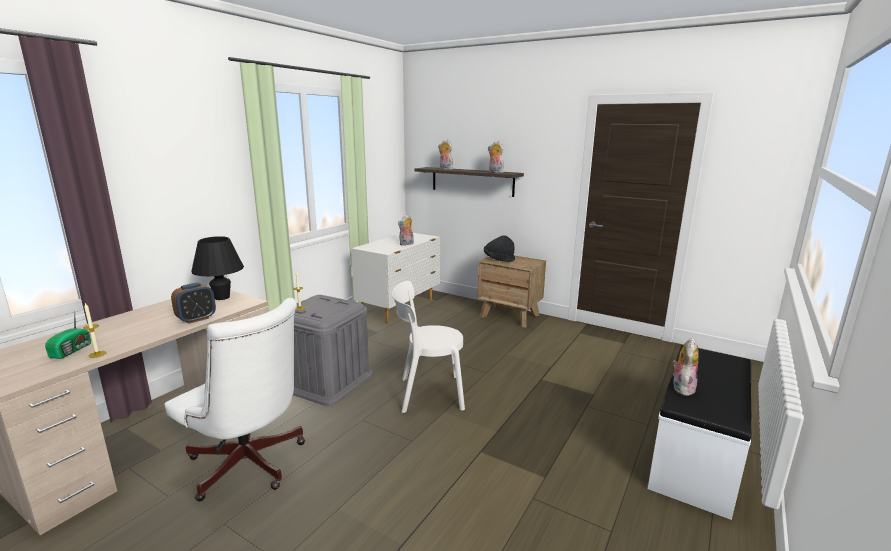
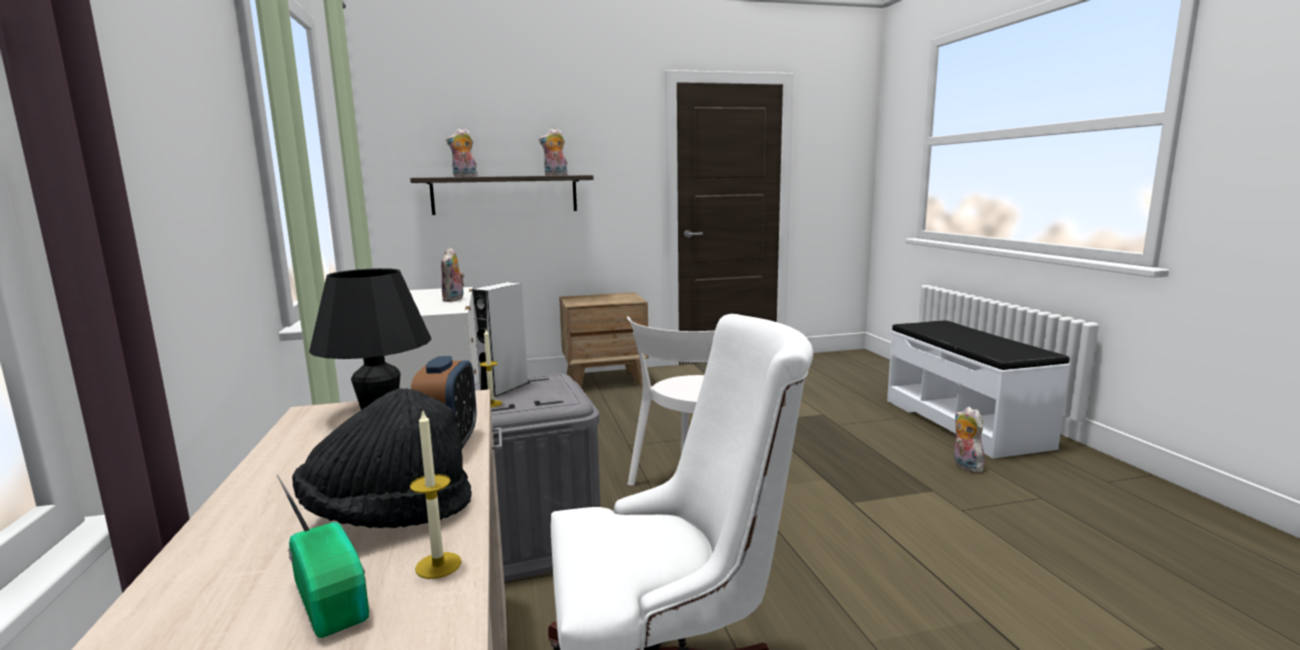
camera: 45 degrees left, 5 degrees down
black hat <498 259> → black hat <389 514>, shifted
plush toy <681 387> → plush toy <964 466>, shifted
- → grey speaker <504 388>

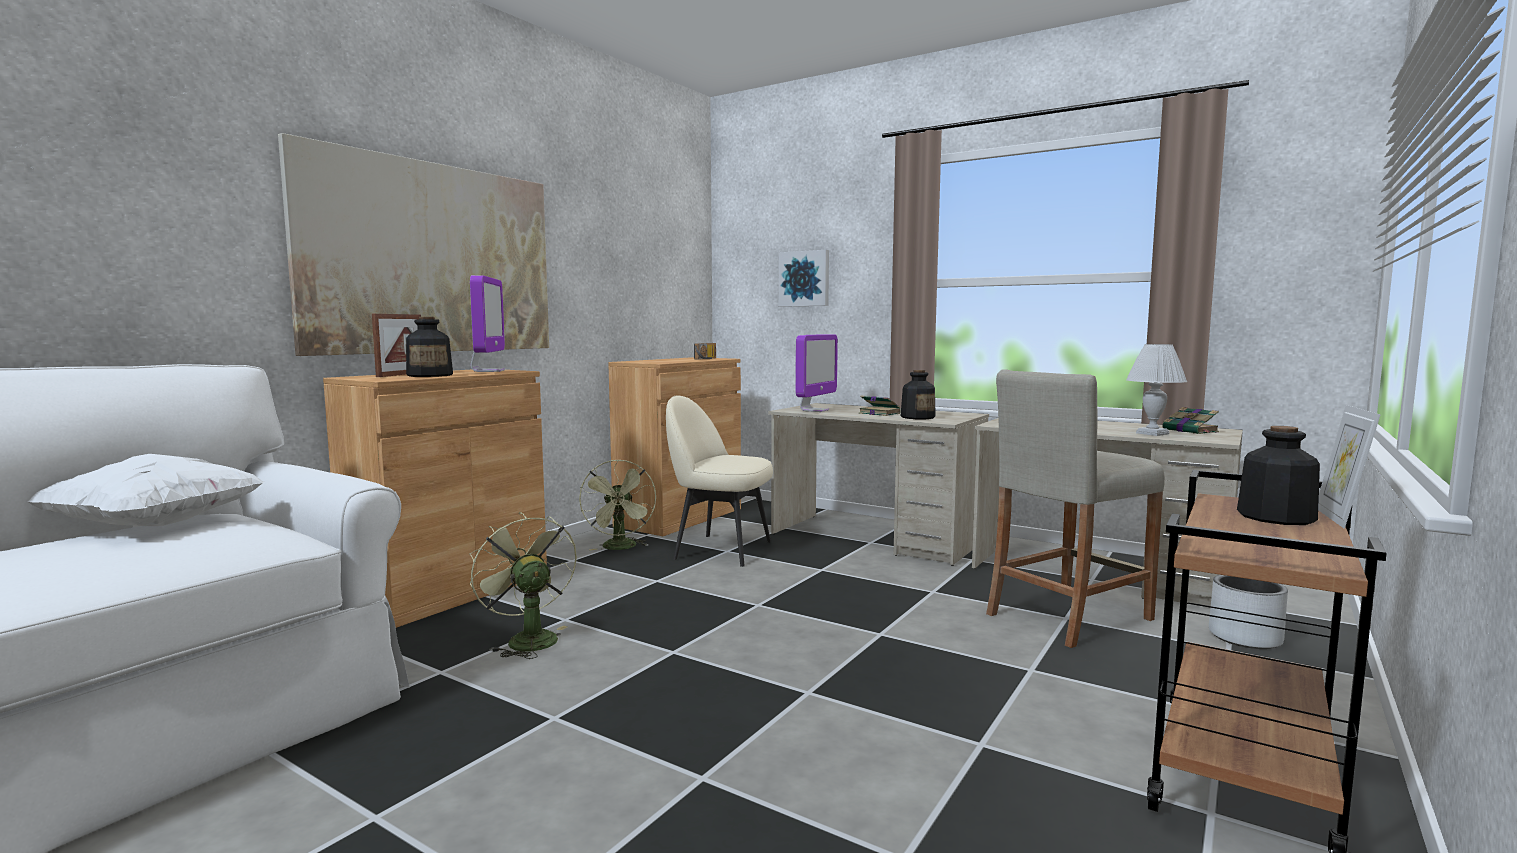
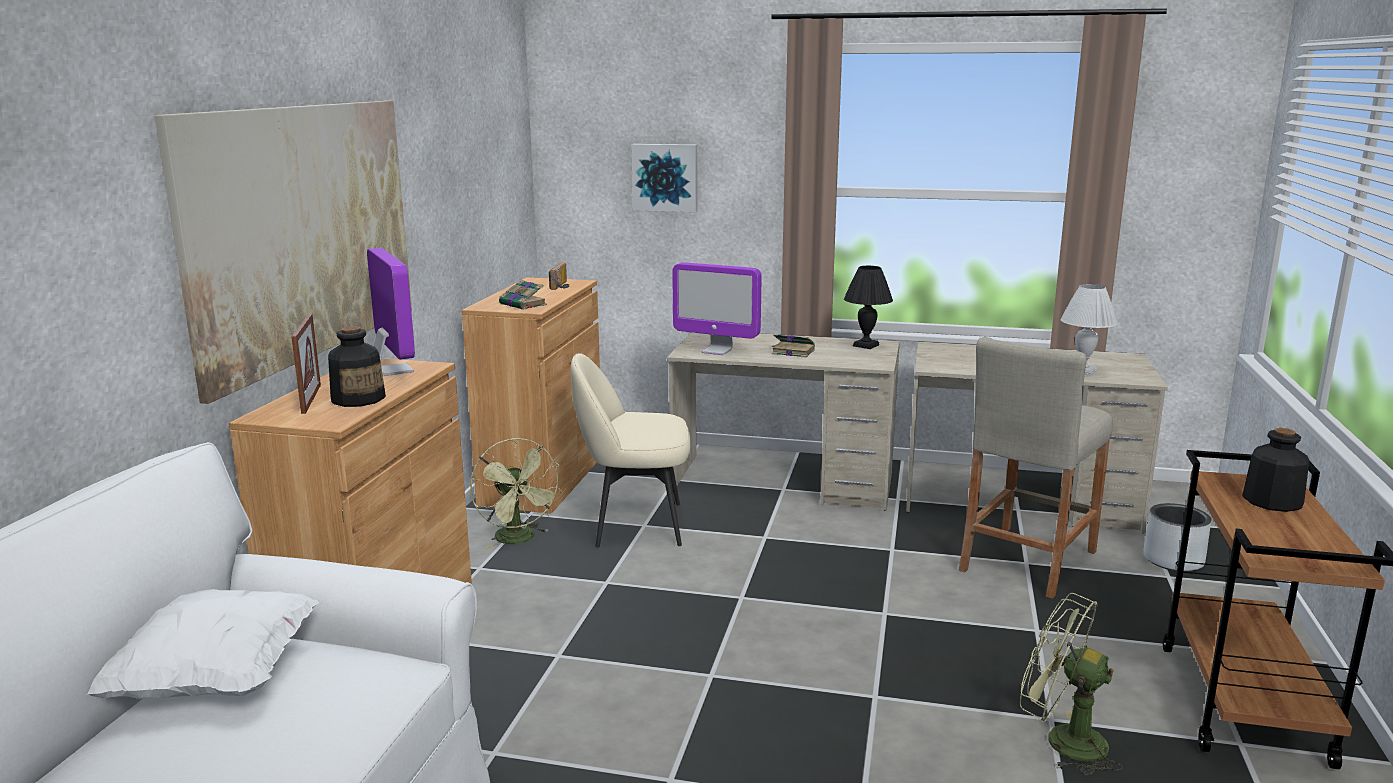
camera: 20 degrees left, 10 degrees up
green fan <527 639> → green fan <1062 741>, shifted
monitor <814 410> → monitor <717 351>, 105 degrees clockwise
bottle <917 417> → -
book <1191 431> → book <523 304>, shifted
picture frame <1339 518> → -
- → black table lamp <865 345>

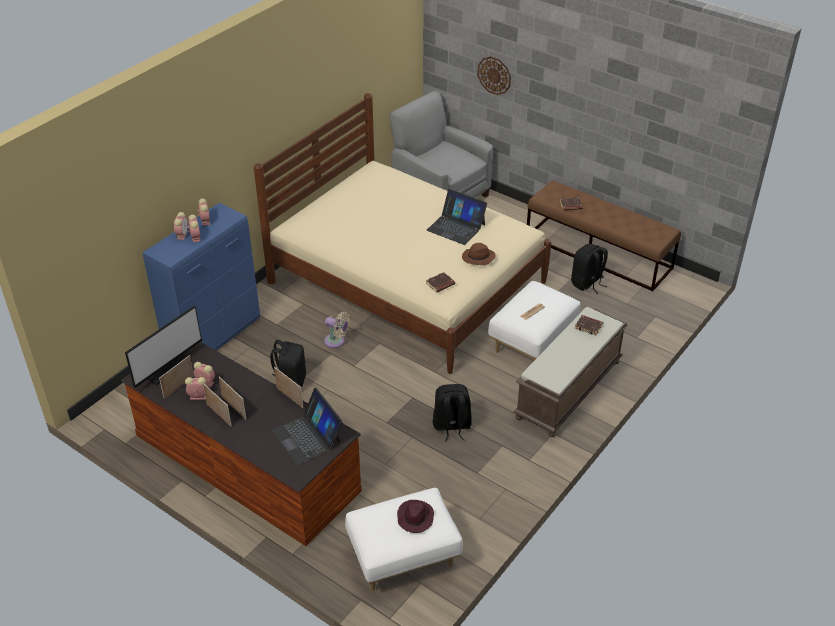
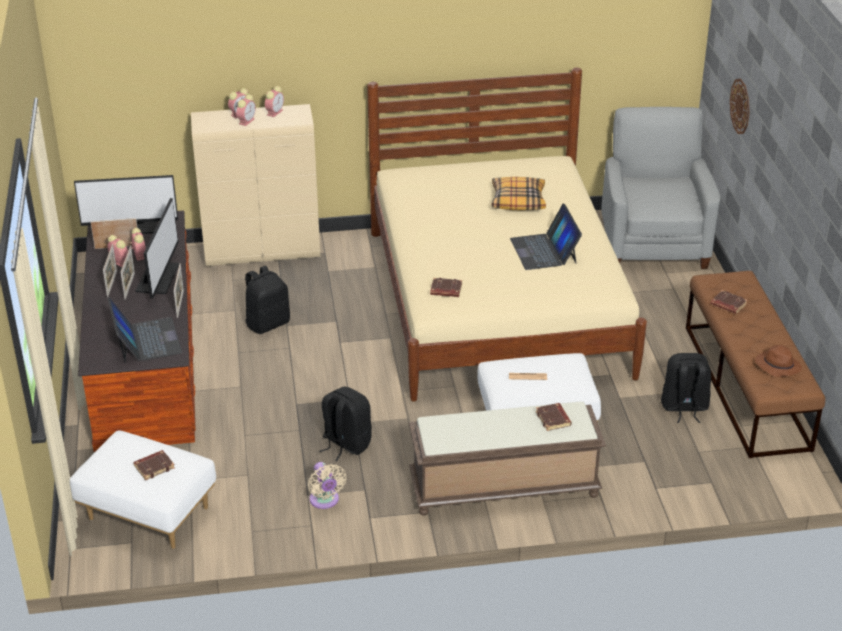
camera: 45 degrees right, 5 degrees down
blue cabinet <214 337> → beige cabinet <263 252>
laptop <307 436> → laptop <146 340>, 150 degrees clockwise
beige fan <336 341> → beige fan <325 501>, shifted
purple hat <415 517> → brown book <154 467>
brown hat <478 258> → brown hat <777 366>, shifted
- → monitor <158 278>
- → pillow <518 200>

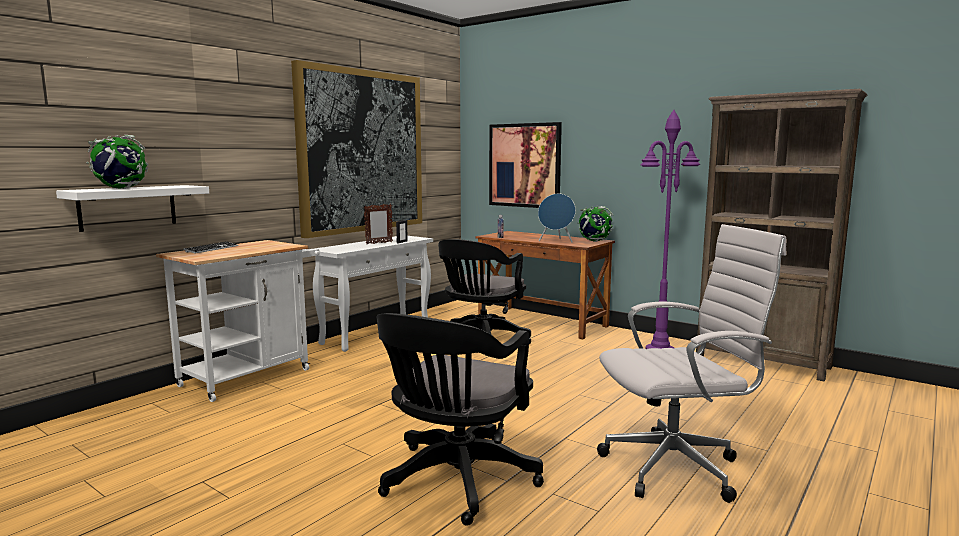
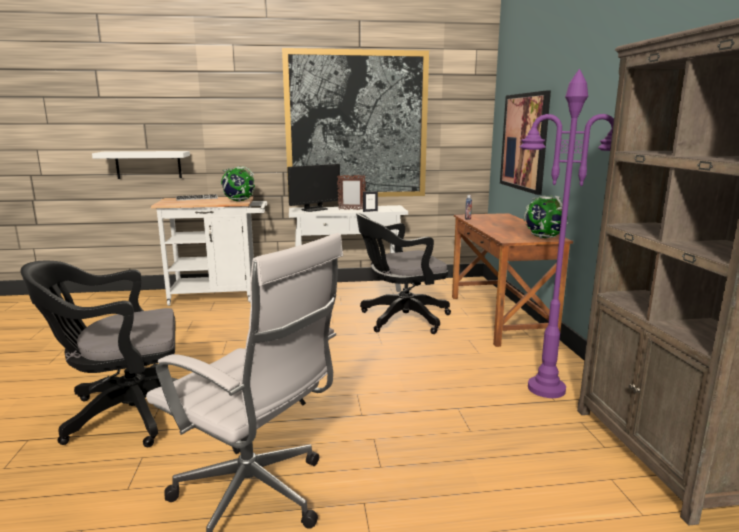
camera: 45 degrees right, 5 degrees up
globe <121 188> → globe <239 201>, shifted
blue speaker <556 241> → -
- → monitor <314 209>

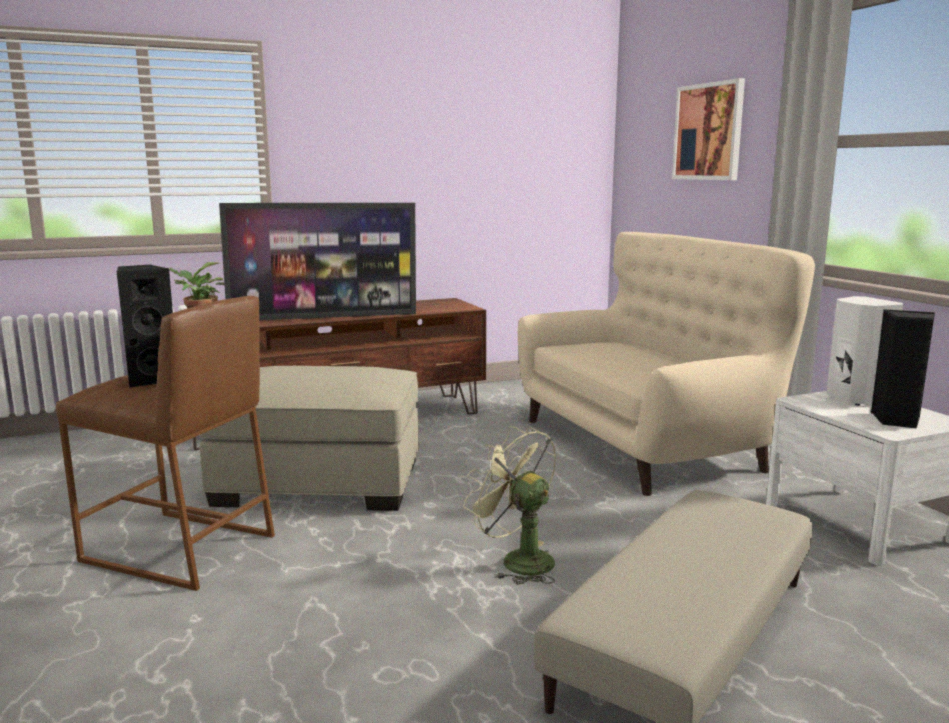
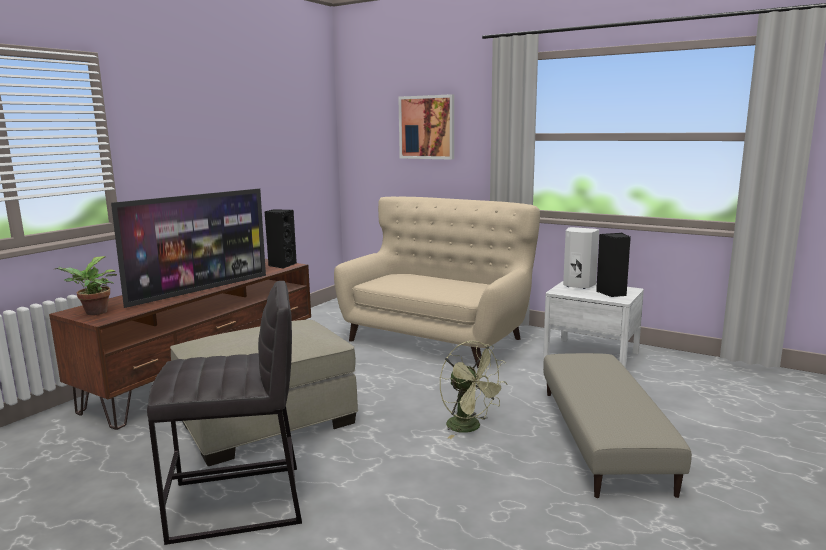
camera: 35 degrees left, 0 degrees up
brown stool <179 549> → grey stool <238 503>
black speaker <151 379> → black speaker <282 265>, shifted
green fan <517 560> → green fan <470 428>, 135 degrees counterclockwise

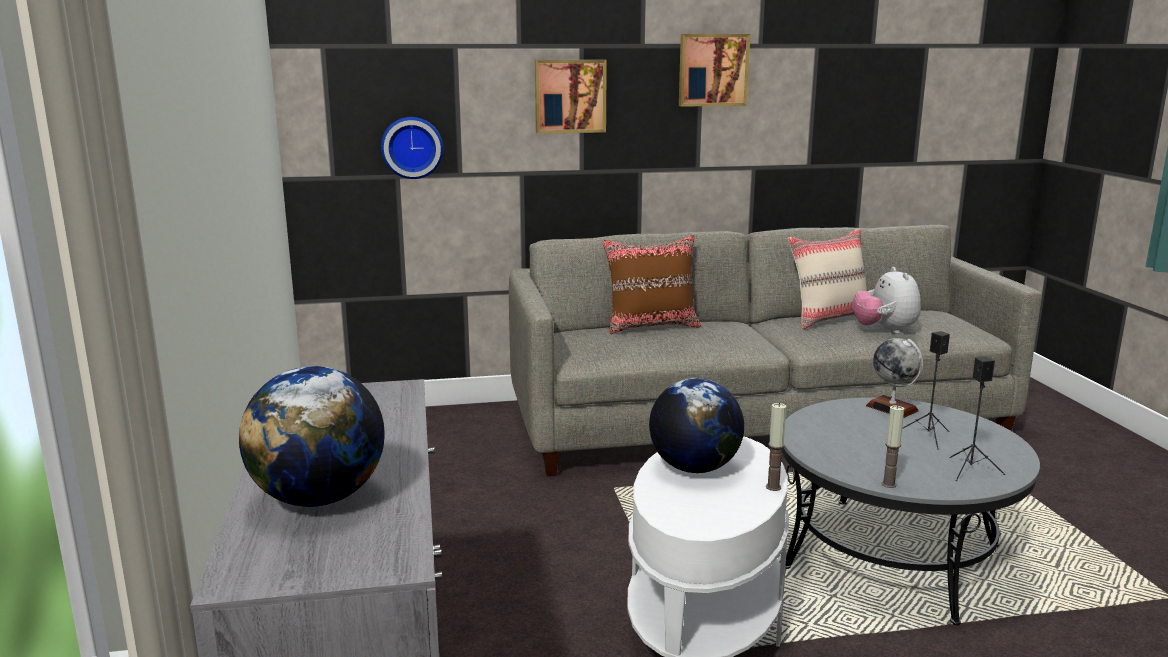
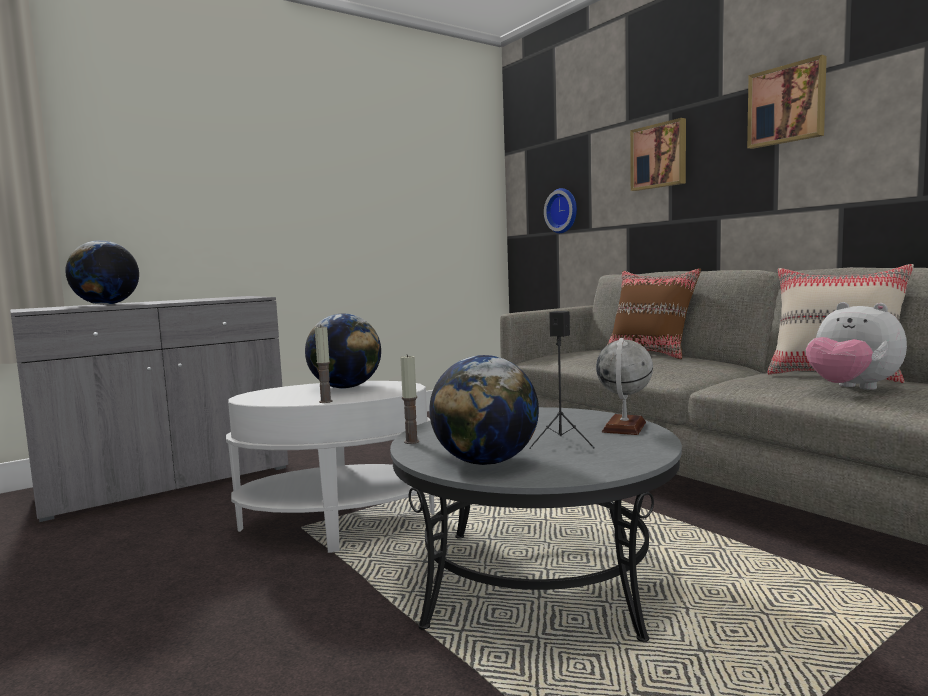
camera: 65 degrees right, 10 degrees down
plush toy <884 331> → plush toy <851 389>, 90 degrees counterclockwise
black speaker <971 470> → globe <486 462>

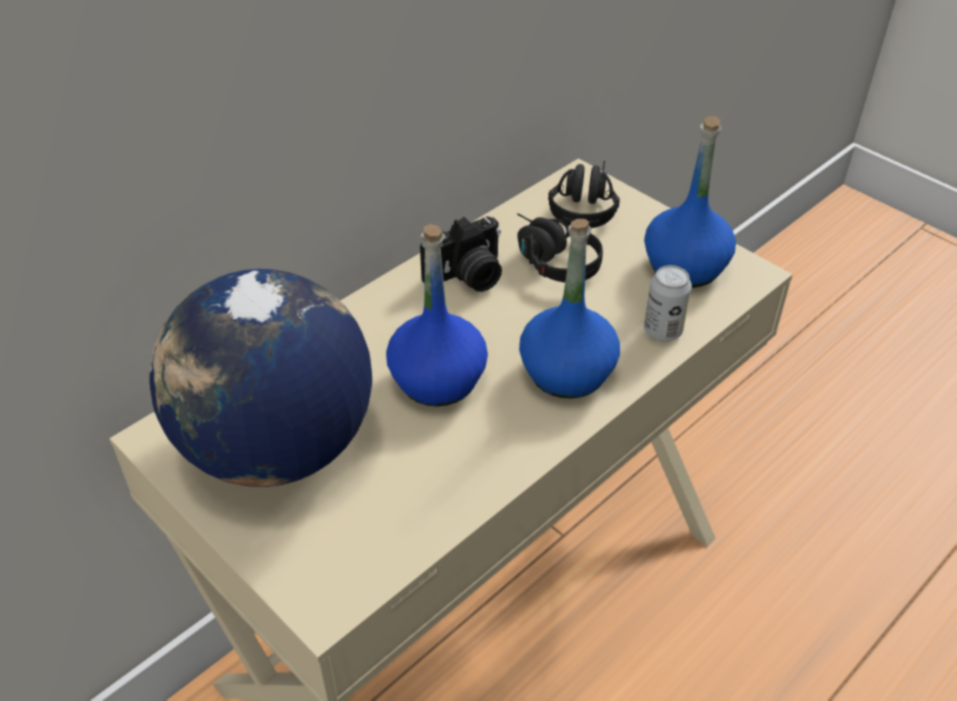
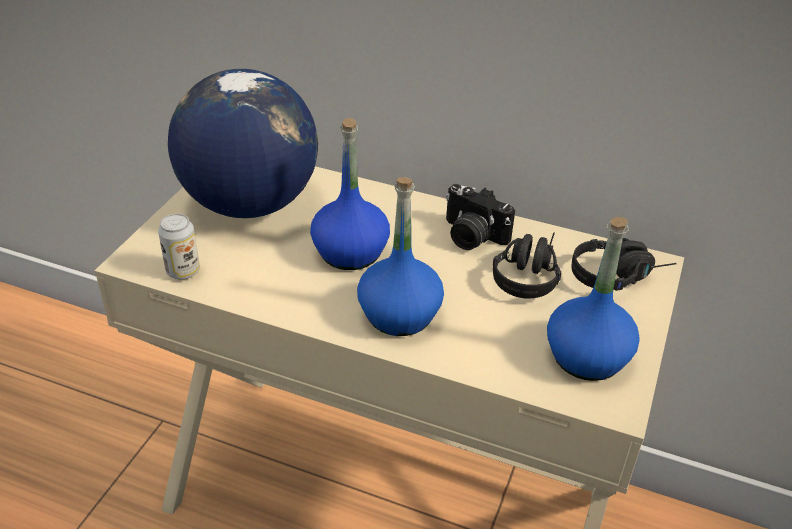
camera: 65 degrees right, 5 degrees down
can <663 331> → can <183 271>, shifted

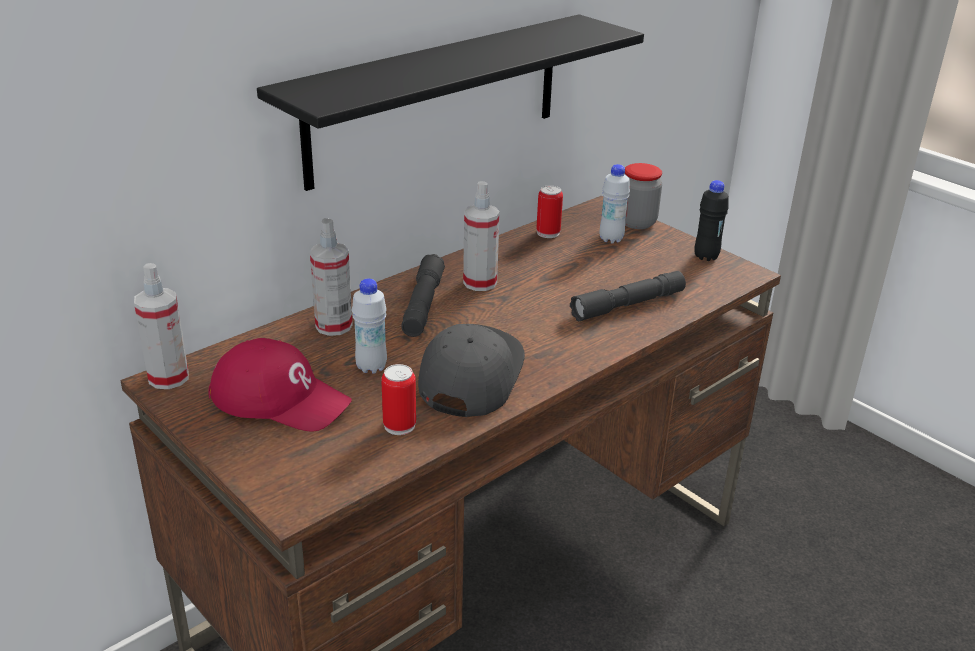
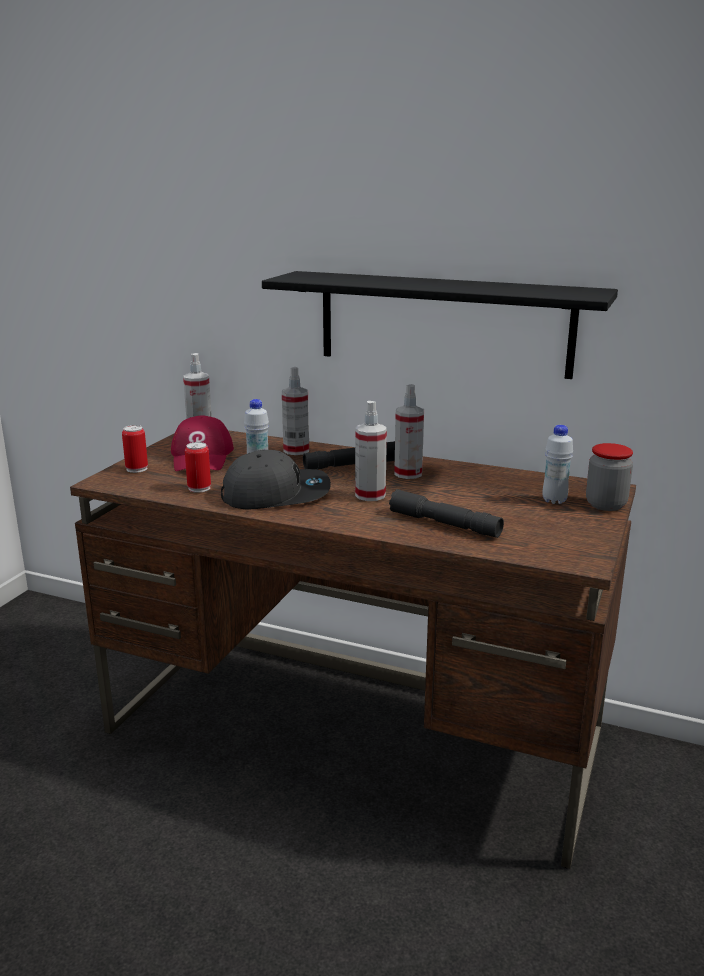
camera: 65 degrees right, 10 degrees down
can <548 233> → can <137 469>, shifted
black bottle <706 256> → -
- → spray bottle <370 495>

